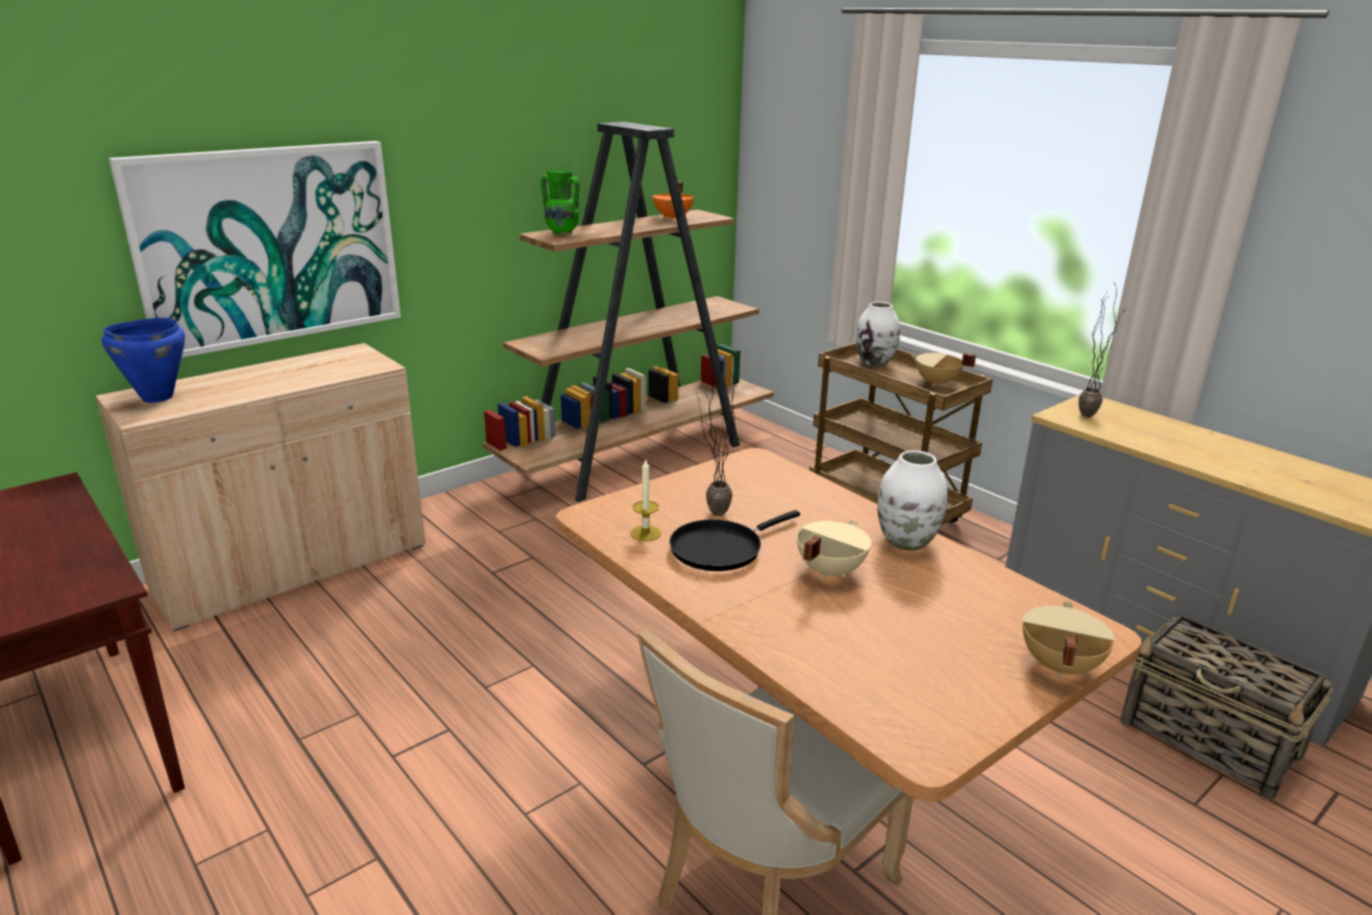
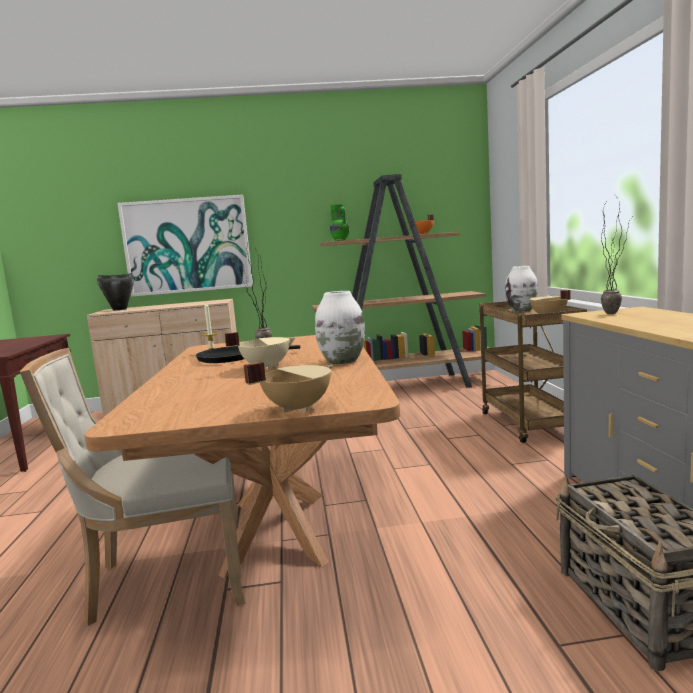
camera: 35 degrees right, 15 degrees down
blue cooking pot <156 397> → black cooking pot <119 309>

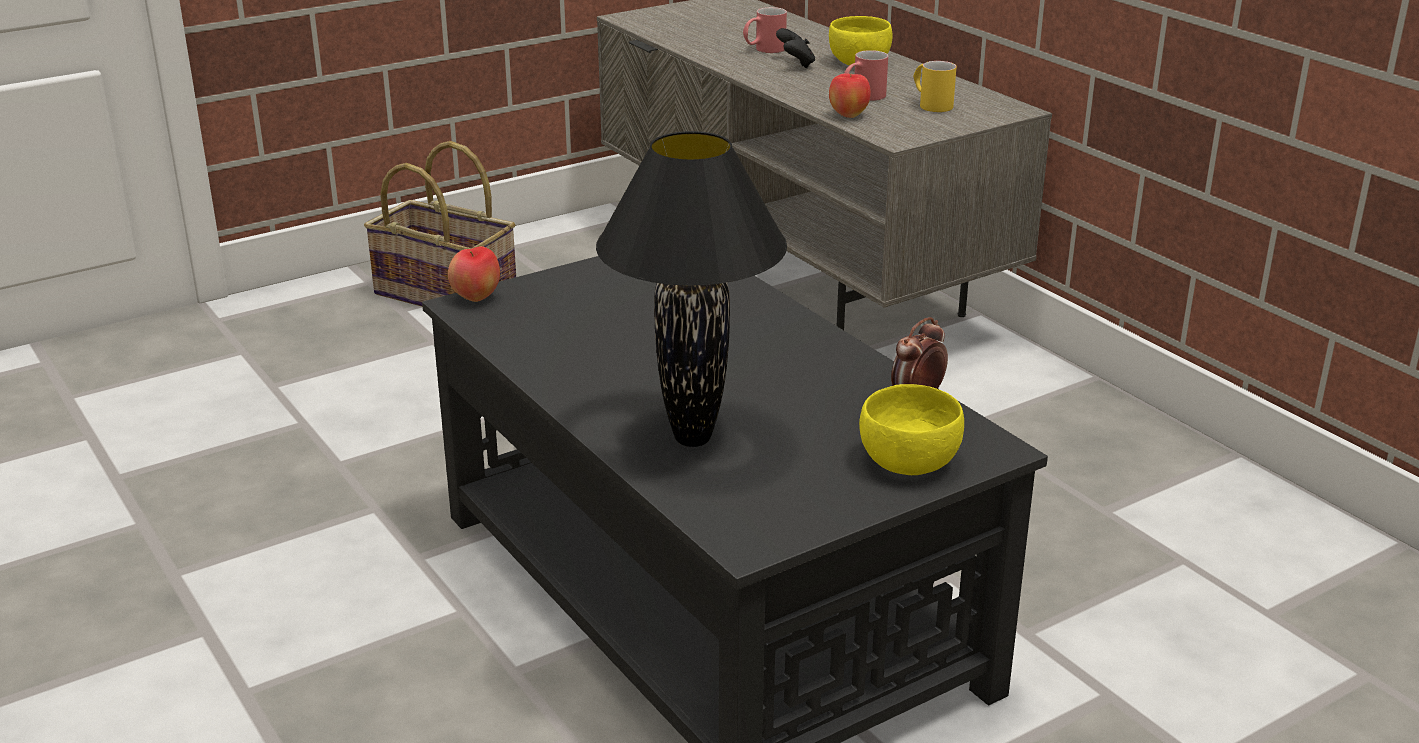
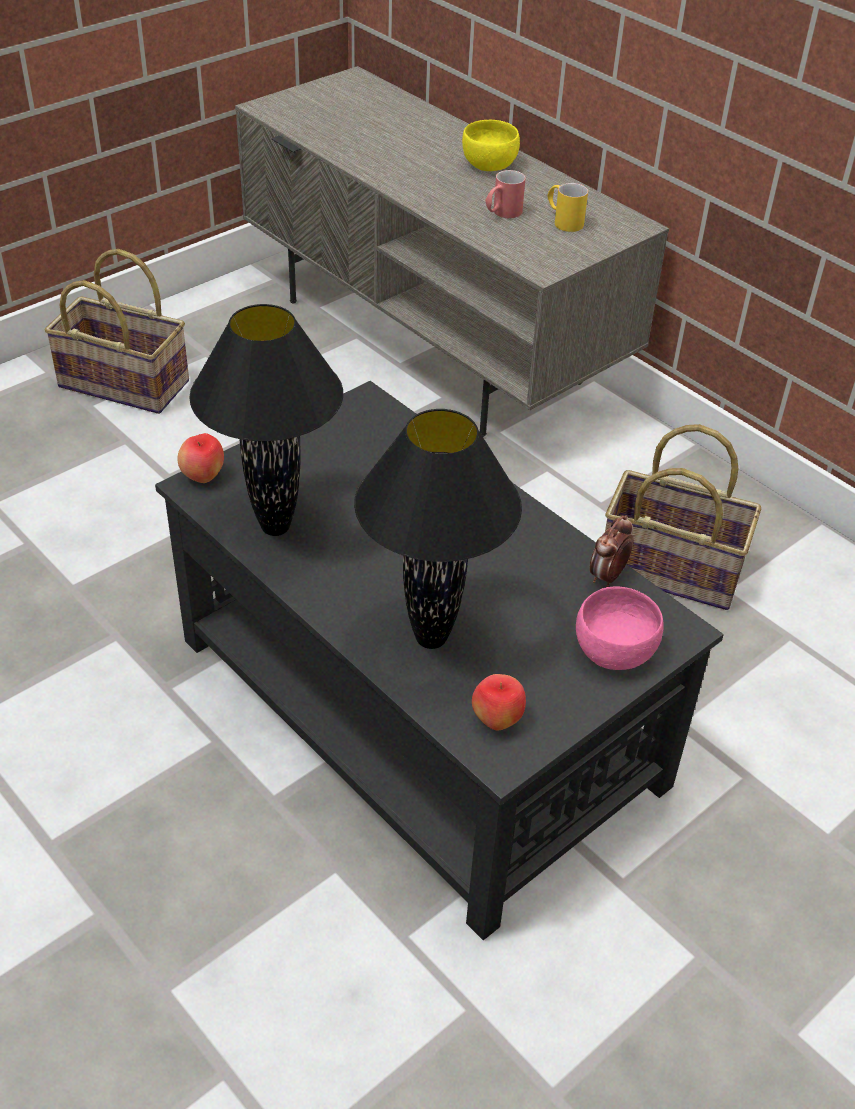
camera: 10 degrees left, 15 degrees up
red mug <764 50> → -
black game controller <796 64> → -
apple <849 115> → apple <497 720>, shifted
yellow bowl <907 462> → pink bowl <613 651>
- → black table lamp <273 527>
- → basket <671 568>

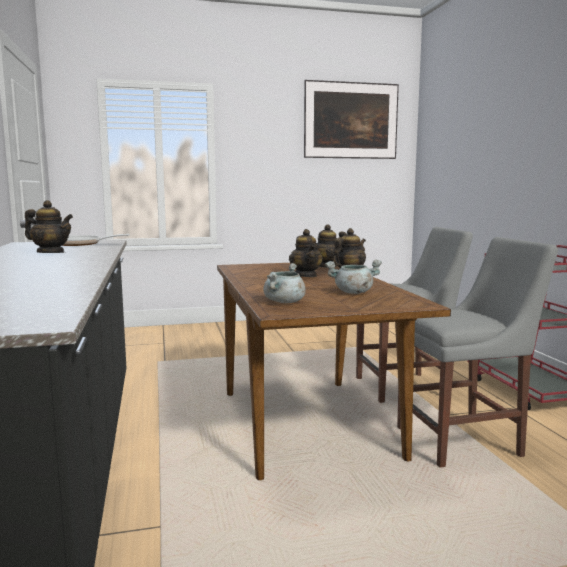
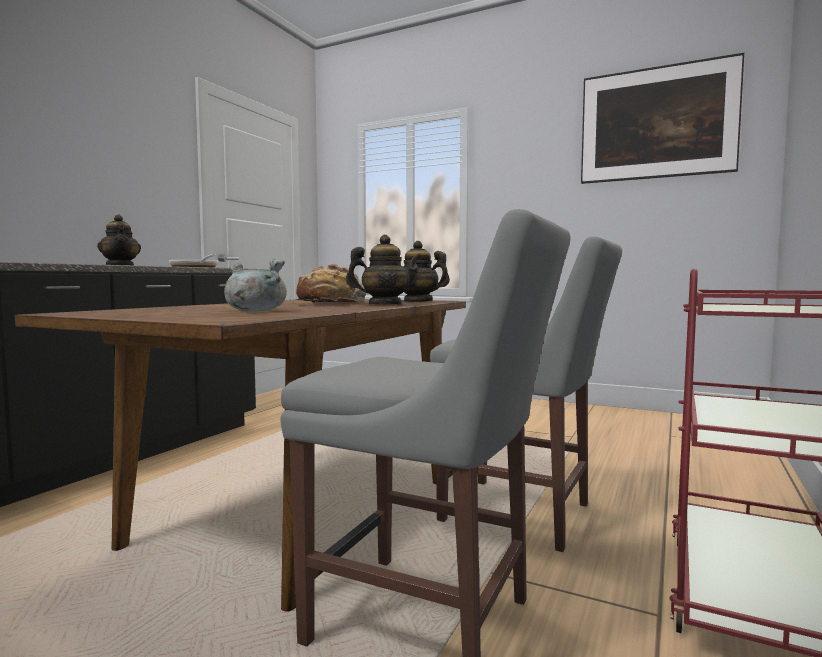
camera: 40 degrees right, 5 degrees down
grey cooking pot <284 302> → -
teapot <306 275> → bread <331 303>

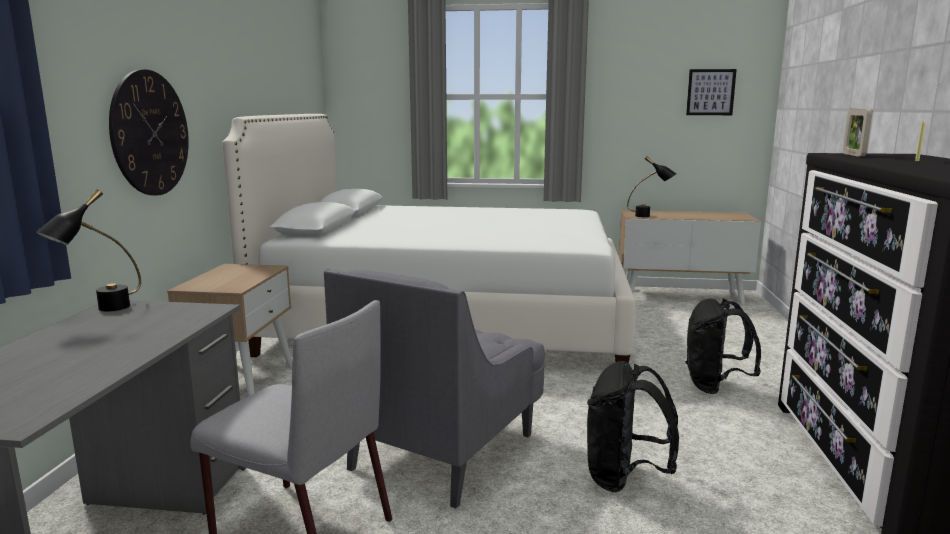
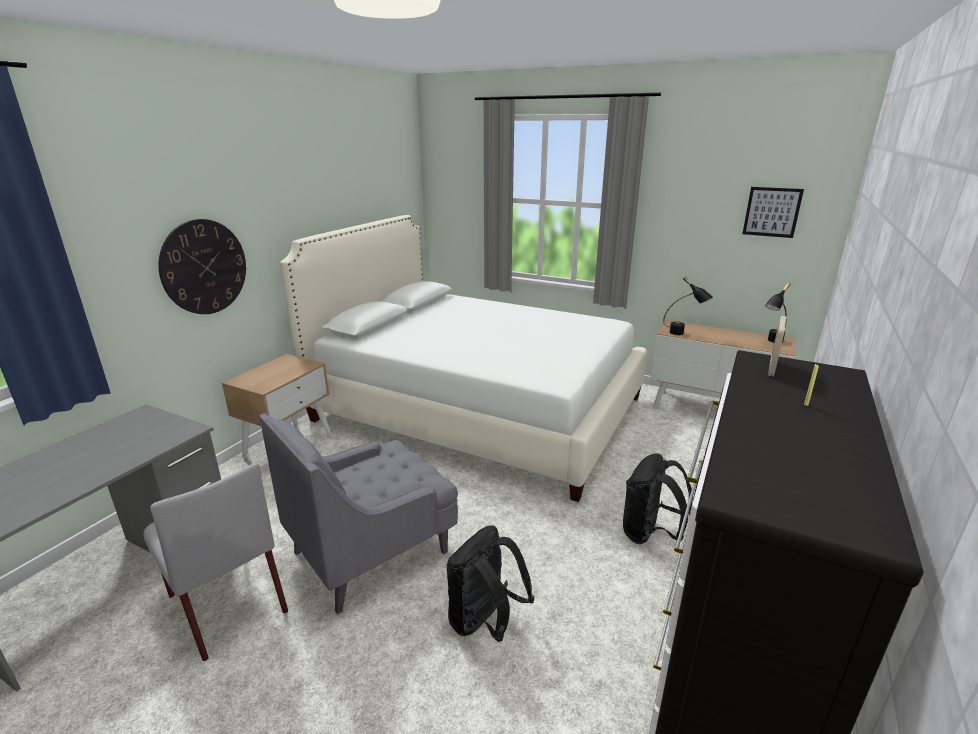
camera: 20 degrees right, 10 degrees up
black table lamp <100 310> → black table lamp <771 342>, shifted

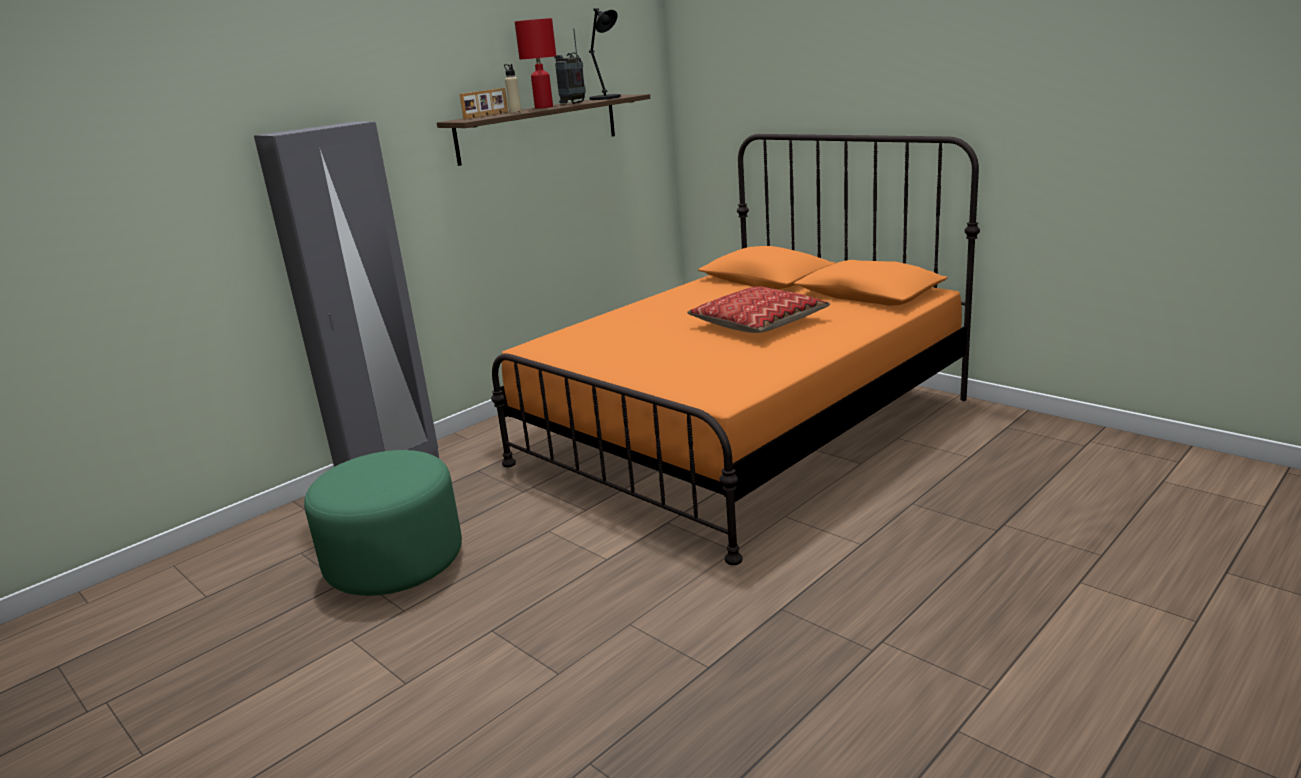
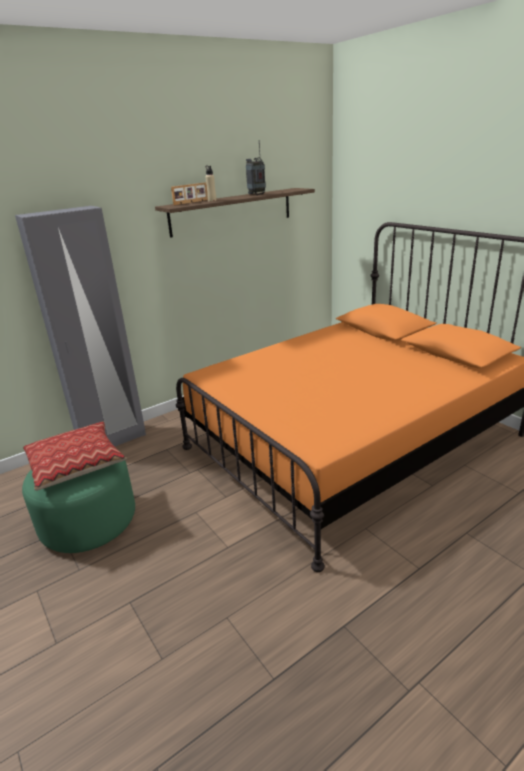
camera: 10 degrees right, 5 degrees up
red table lamp <544 107> → -
black table lamp <606 98> → -
pillow <758 323> → pillow <76 463>, shifted

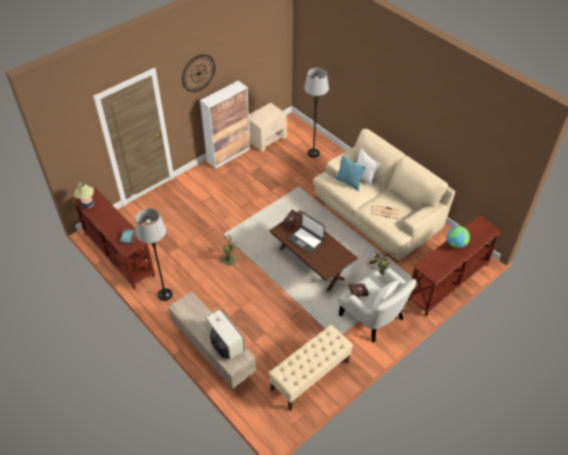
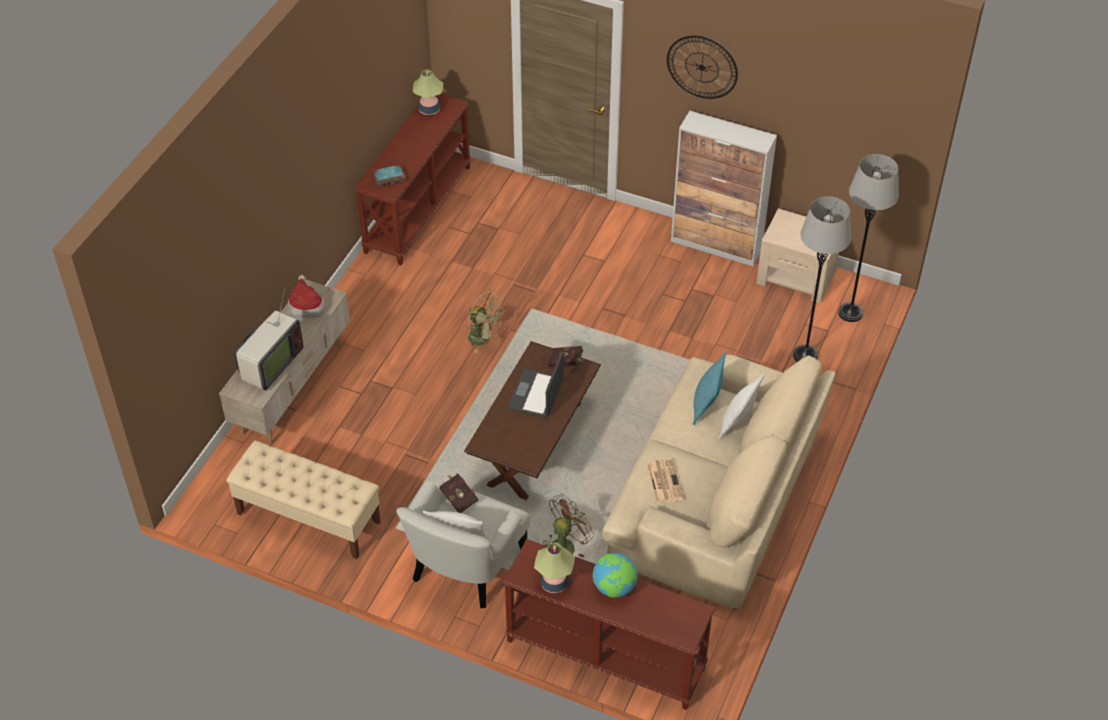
camera: 65 degrees right, 0 degrees up
grey floor lamp <165 294> → grey floor lamp <850 313>, shifted
- → hat <306 306>
- → table lamp <554 583>

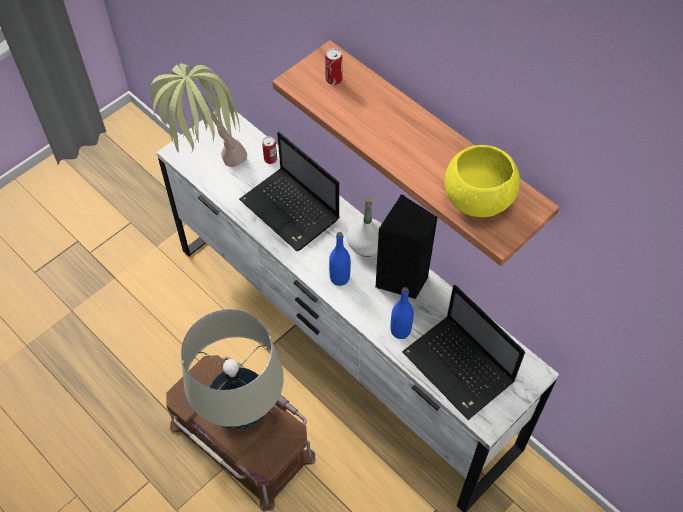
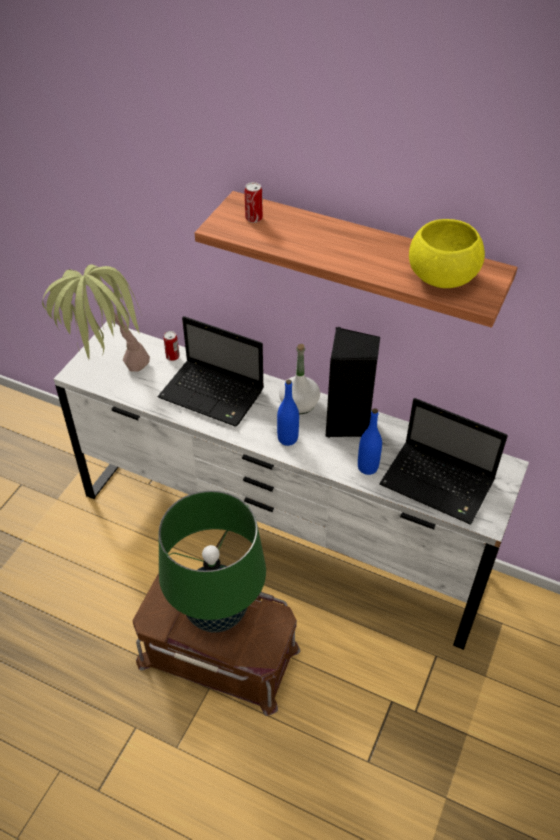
camera: 20 degrees left, 10 degrees down
beige table lamp <240 409> → green table lamp <217 612>

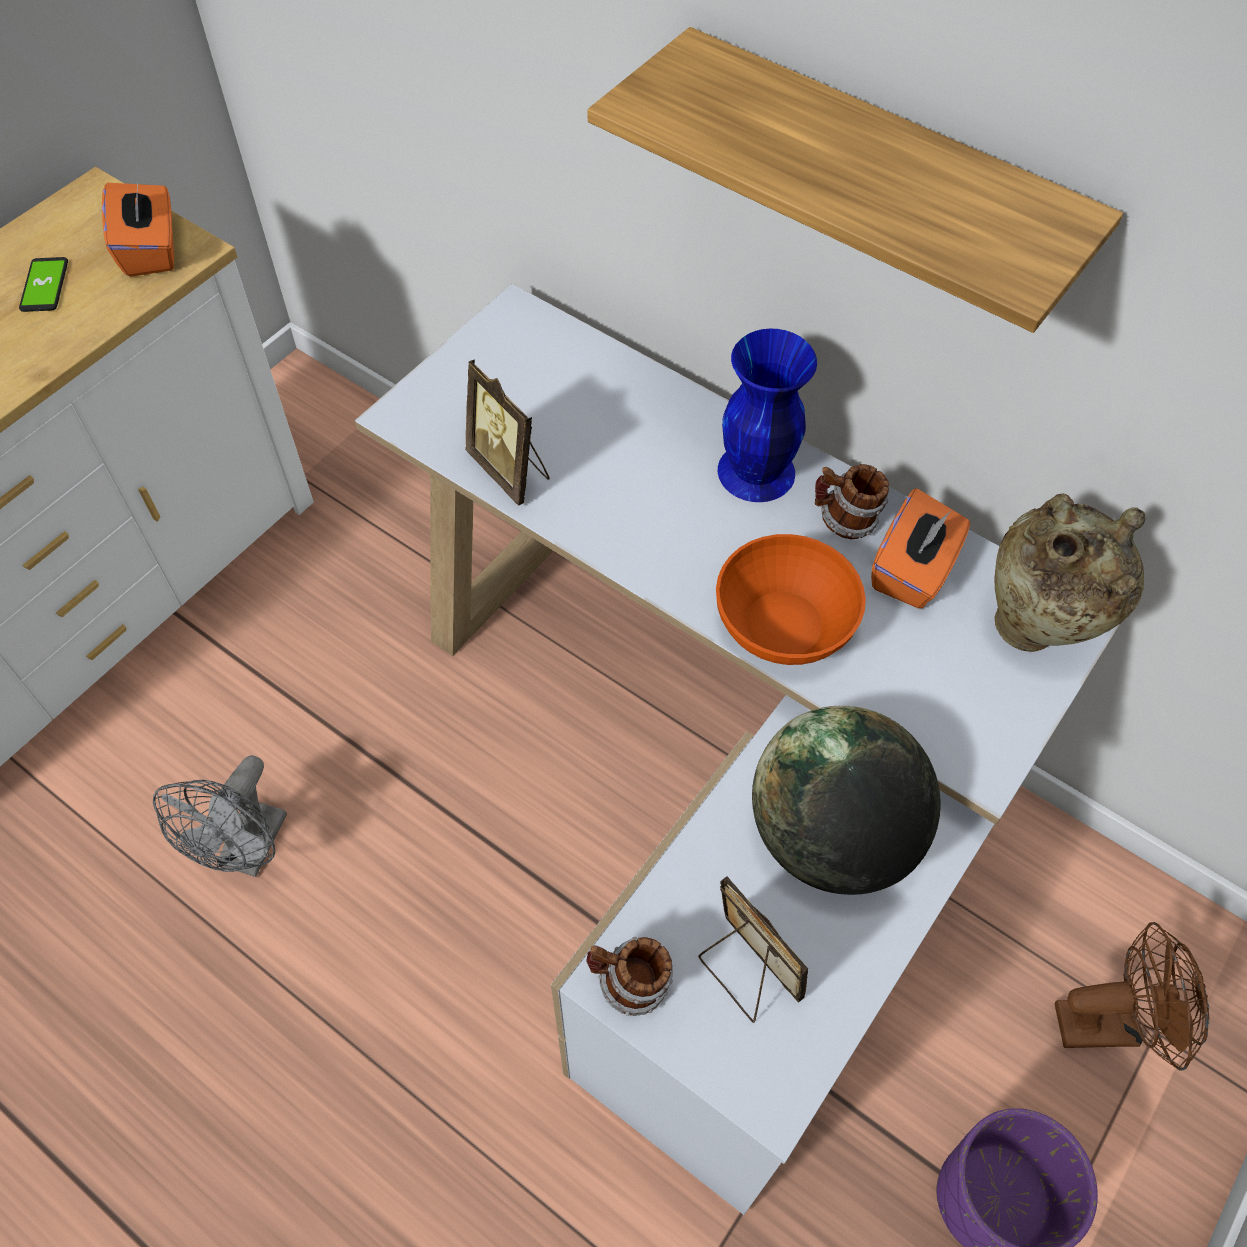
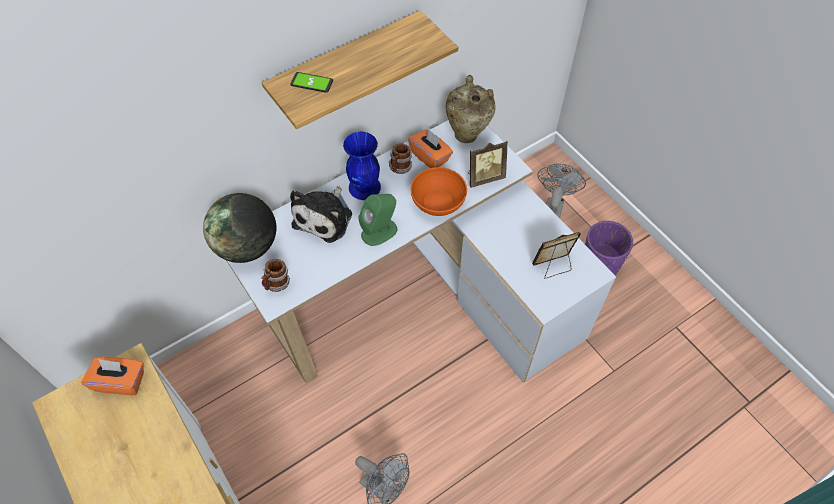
camera: 70 degrees left, 0 degrees up
phone <45 286> → phone <312 83>, shifted
picture frame <510 470> → picture frame <484 177>, shifted
mug <629 984> → mug <276 284>, shifted
globe <831 836> → globe <247 247>, shifted
brown fan <1109 1023> → grey fan <553 206>
- → plush toy <325 217>
- → green speaker <379 231>

